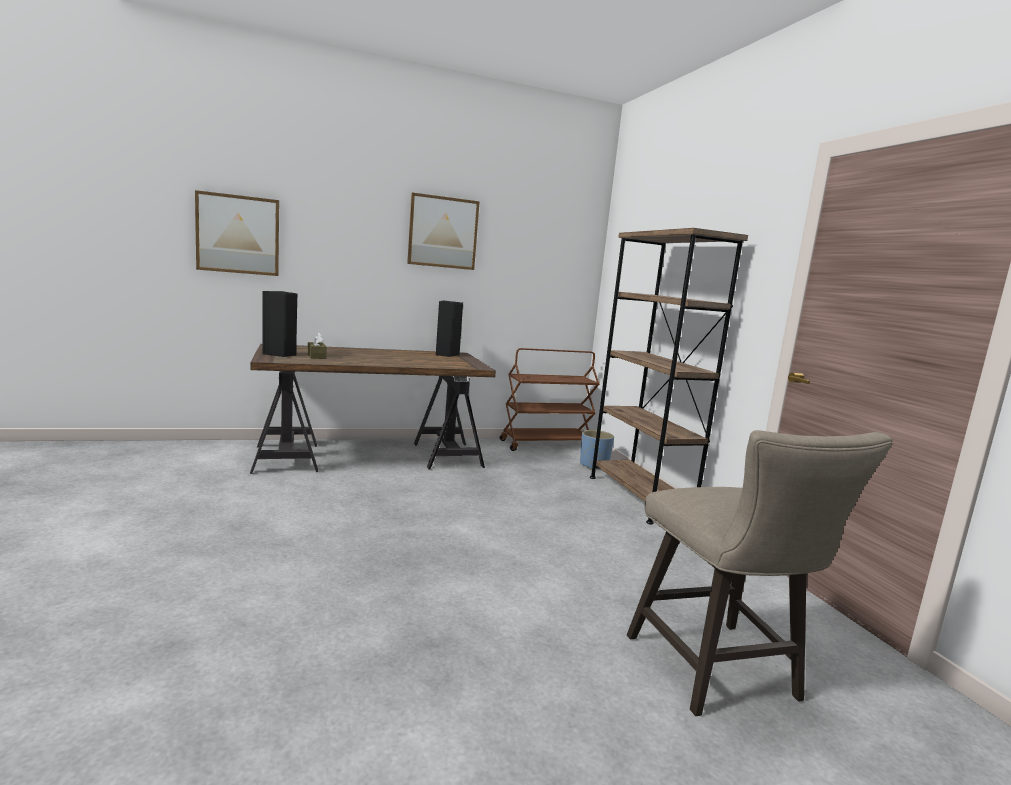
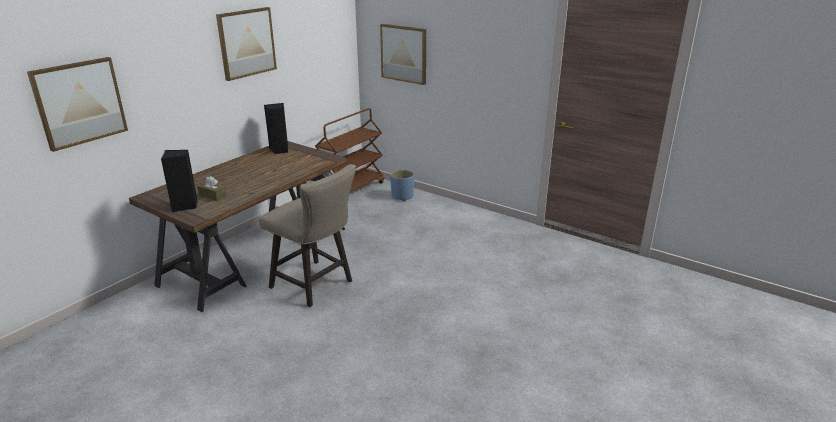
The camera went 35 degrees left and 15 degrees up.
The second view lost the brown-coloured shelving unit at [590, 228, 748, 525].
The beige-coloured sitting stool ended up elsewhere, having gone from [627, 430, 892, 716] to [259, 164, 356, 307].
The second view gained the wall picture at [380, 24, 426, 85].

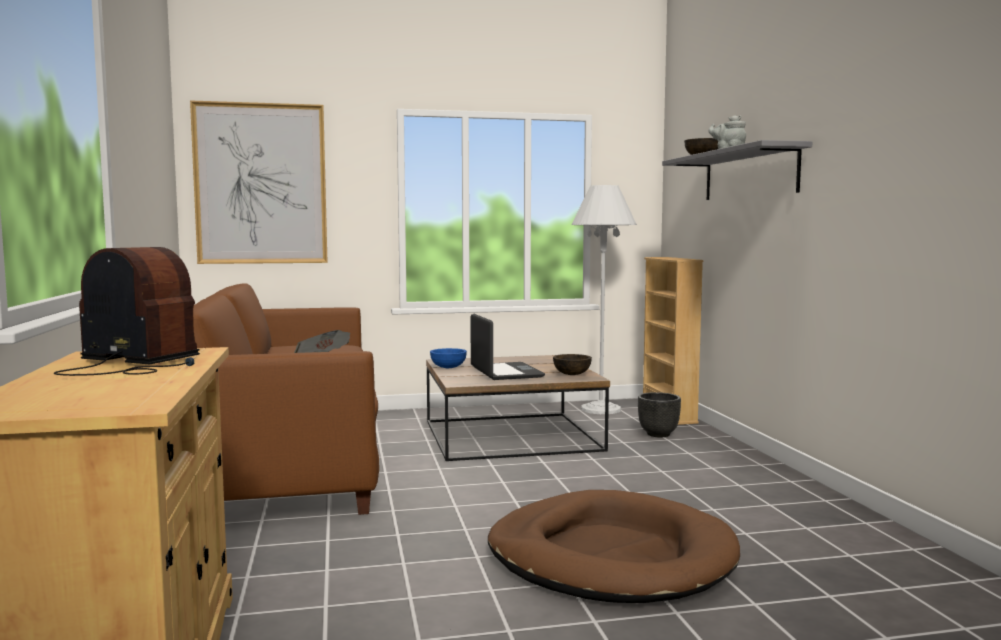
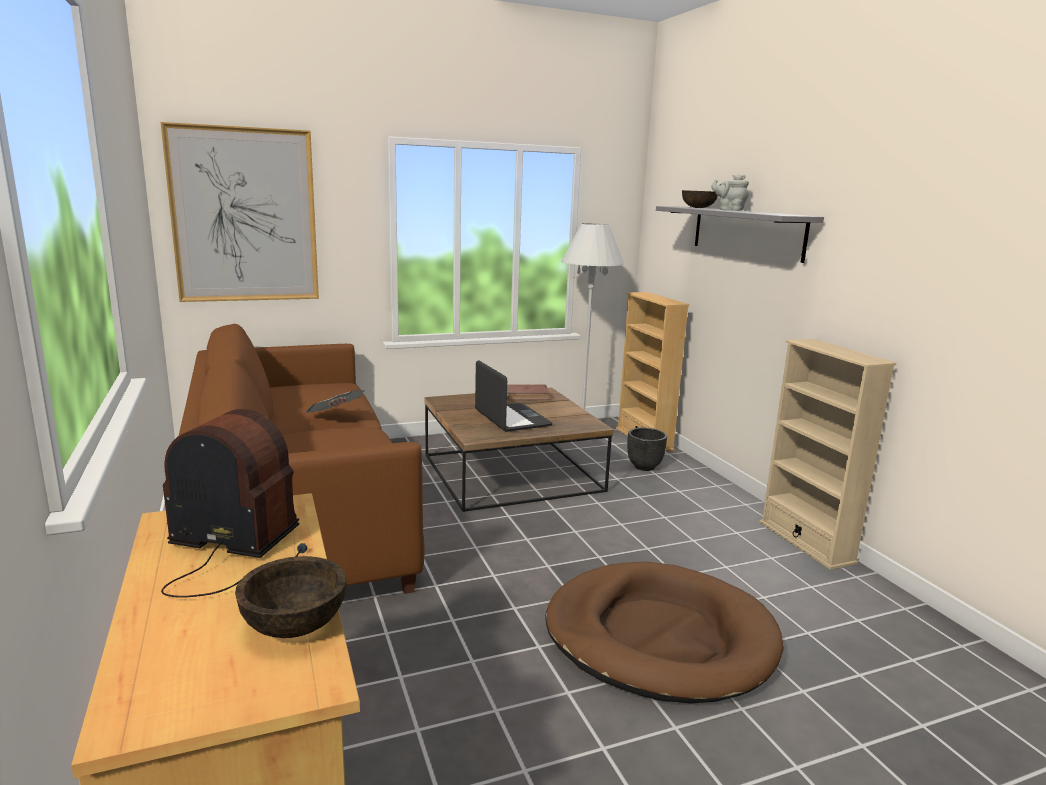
The camera went 10 degrees left and 10 degrees up.
The second view lost the bluish serving bowl at [430, 348, 467, 368].
The brown-coloured serving bowl ended up elsewhere, having gone from [553, 354, 592, 375] to [235, 556, 346, 638].
The second view gained the brown-coloured volume at [507, 384, 551, 400].
The second view gained the beige-coloured shelving unit at [759, 339, 896, 570].

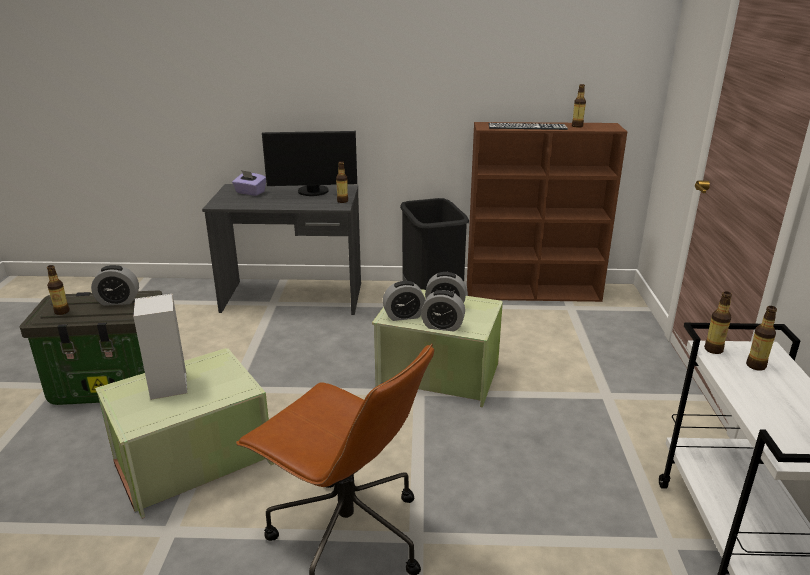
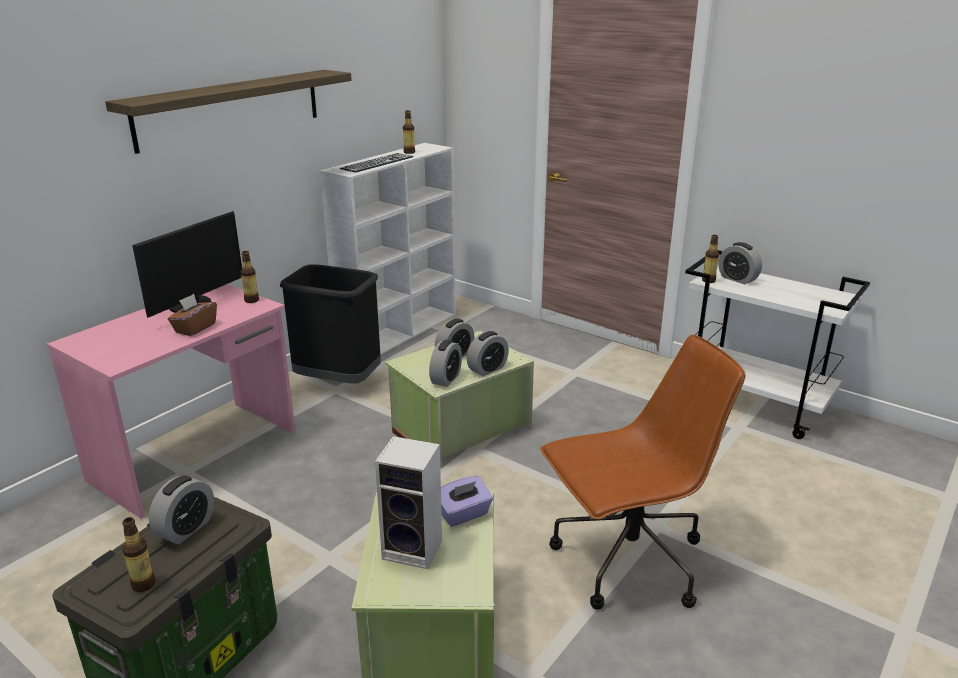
The camera went 55 degrees left and 0 degrees up.
What was the greyish desk at [202, 184, 361, 315] turned into the pink-coloured desk at [47, 284, 295, 519].
The purple tissue holder ended up elsewhere, having gone from [232, 170, 266, 196] to [441, 476, 493, 527].
What was the brown-coloured shelving unit at [467, 122, 627, 302] turned into the white-coloured shelving unit at [320, 143, 456, 355].
Where the drink bottle stood at [746, 306, 777, 371], the alarm clock came to stand at [718, 242, 762, 284].
The second view gained the bracket shelf at [105, 70, 352, 154].
The second view gained the brown-coloured tissue holder at [168, 294, 217, 336].

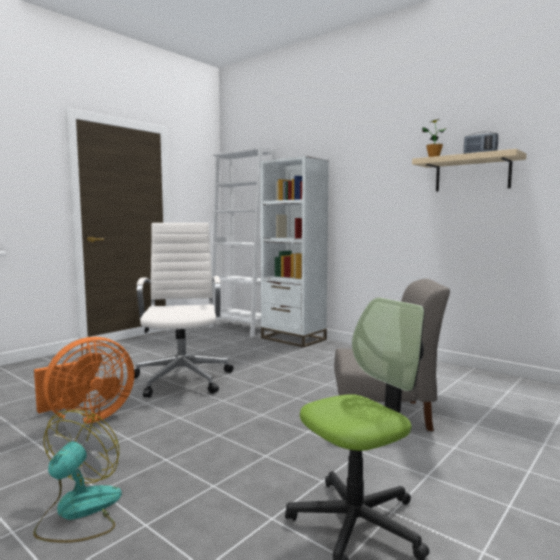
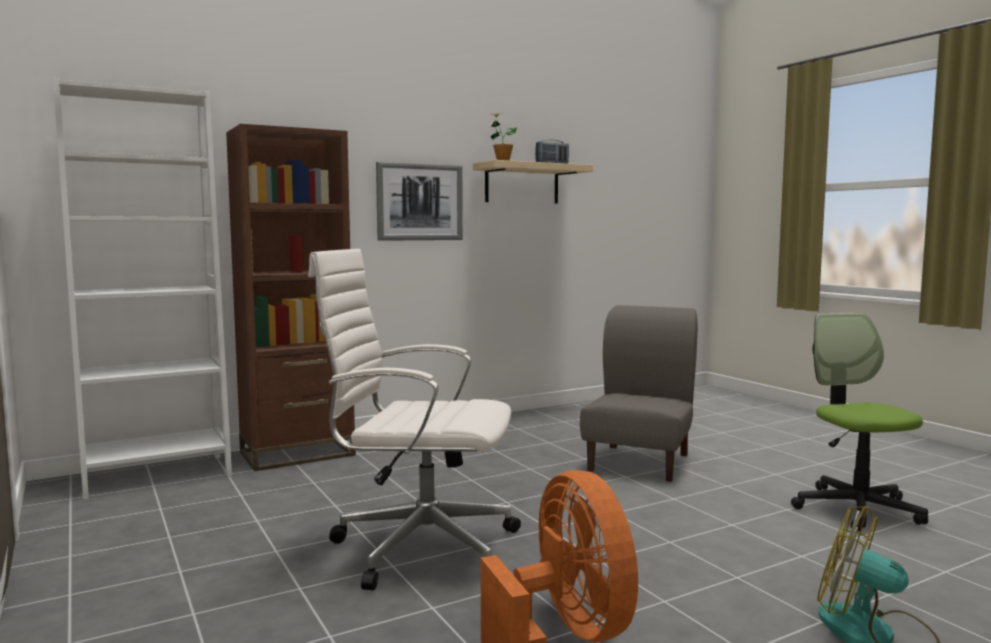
The camera went 70 degrees left and 0 degrees up.
What was the white-coloured shelving unit at [260, 156, 329, 348] turned into the brown-coloured shelving unit at [226, 124, 356, 471].
The second view gained the wall picture at [376, 162, 463, 241].

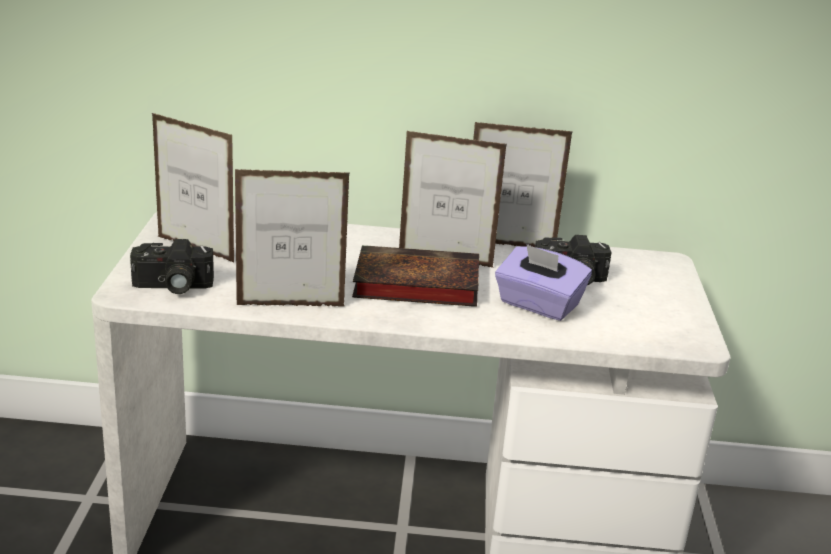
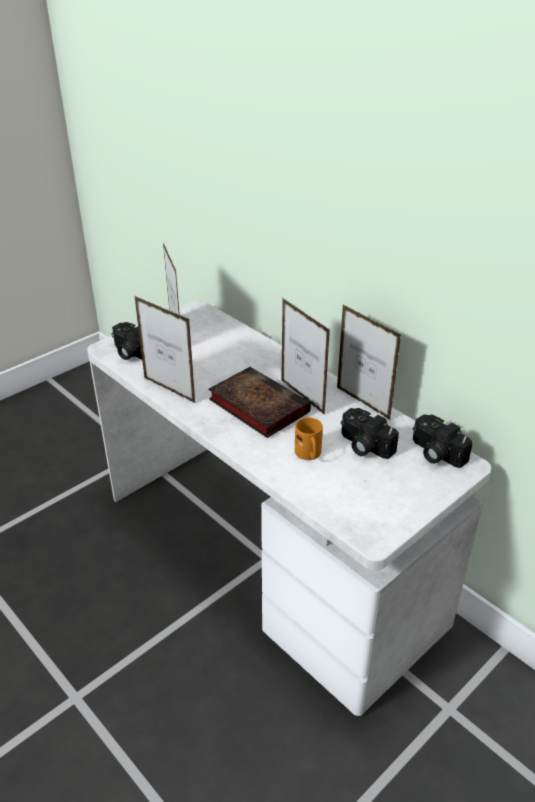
The camera went 45 degrees right and 10 degrees up.
Where the purple tissue holder stood at [495, 244, 592, 321], the orange-coloured coffee mug came to stand at [295, 417, 323, 460].
The second view gained the still camera at [413, 414, 473, 468].

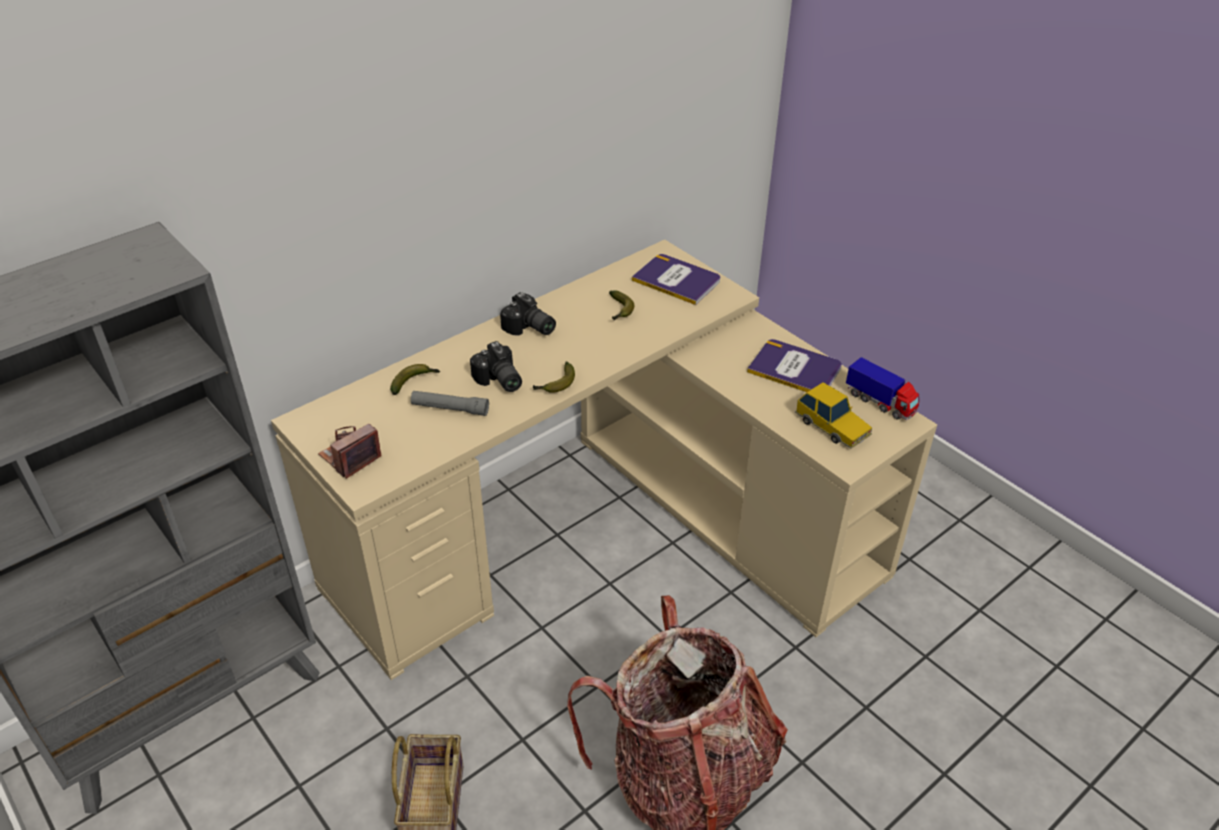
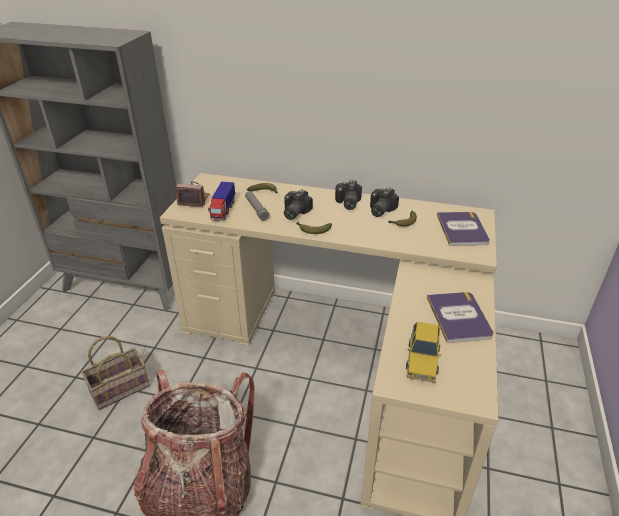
The camera went 55 degrees right and 5 degrees down.
The model truck ended up elsewhere, having gone from [846, 357, 919, 420] to [208, 181, 235, 221].
The second view gained the still camera at [370, 187, 399, 217].

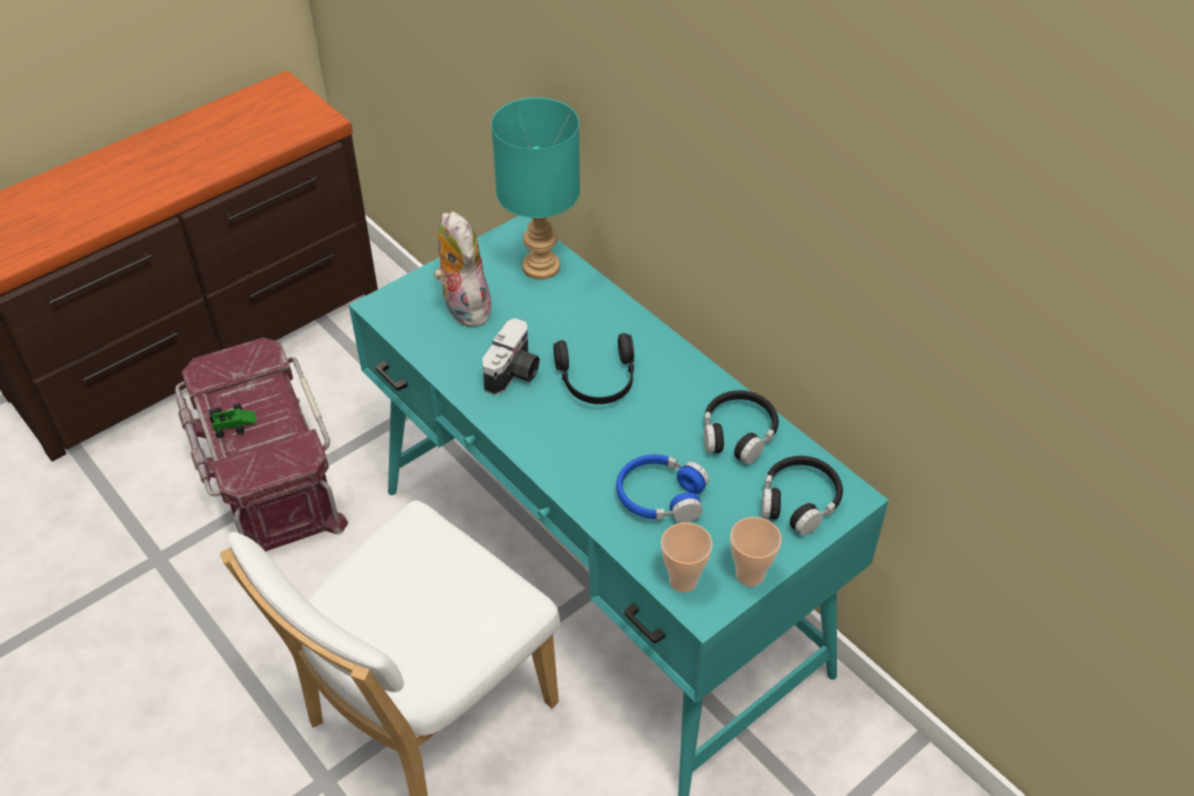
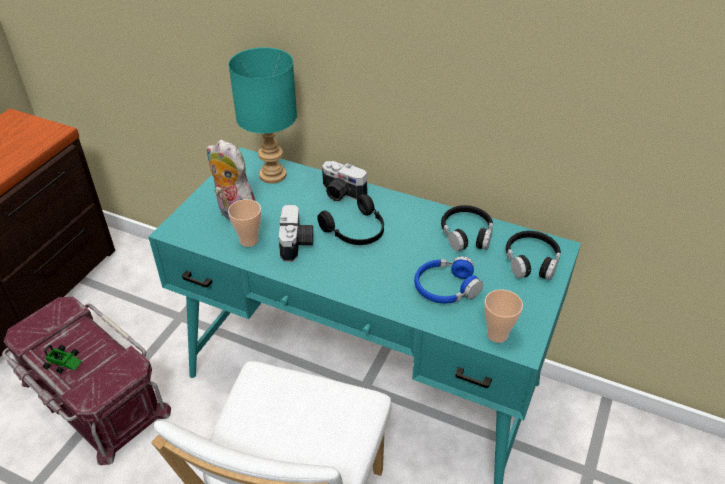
The camera went 25 degrees left and 5 degrees down.
The toy car at [209, 404, 257, 438] ended up facing another way, 60 degrees clockwise from before.
The cup ended up elsewhere, having gone from [730, 517, 782, 587] to [228, 199, 261, 247].
The second view gained the still camera at [322, 161, 367, 201].

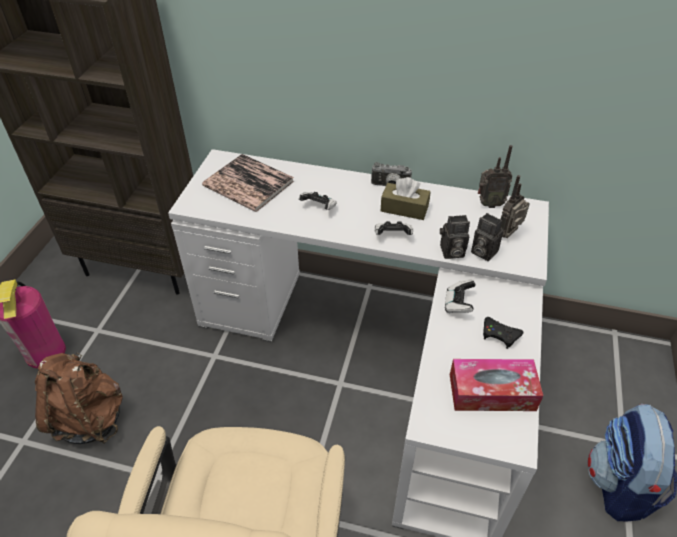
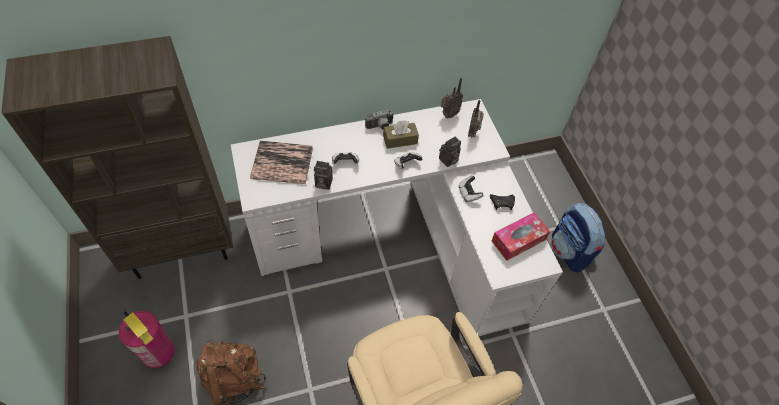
The camera went 35 degrees left and 10 degrees up.
The still camera ended up elsewhere, having gone from [471, 213, 504, 261] to [314, 161, 333, 190].

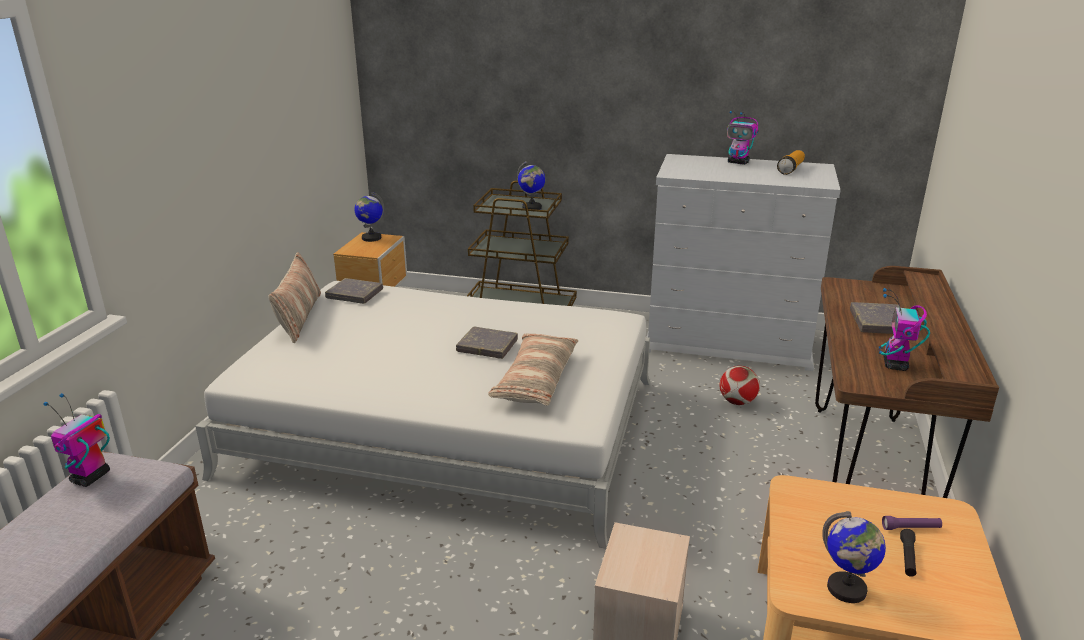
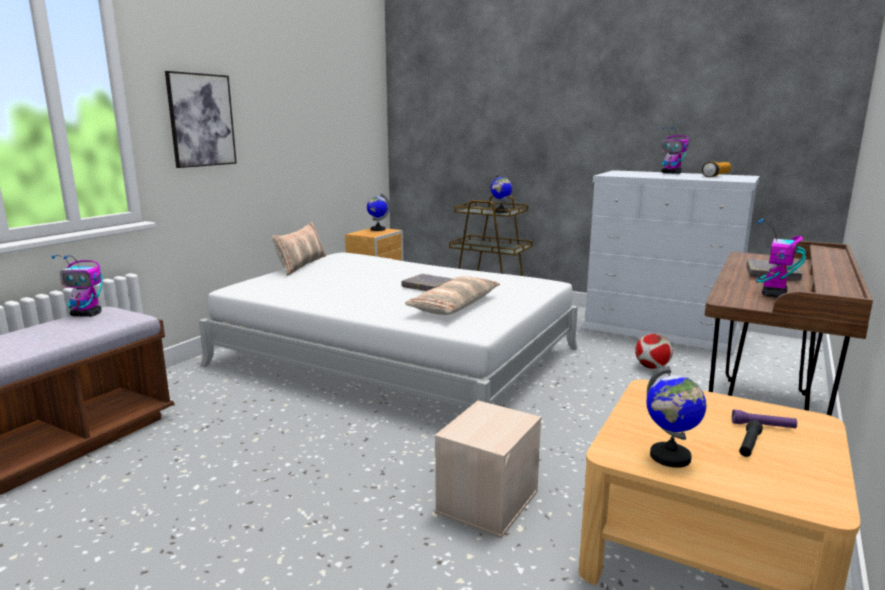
The camera went 15 degrees right and 10 degrees down.
The robot figure at [43, 393, 110, 487] ended up facing another way, 120 degrees counterclockwise from before.
The second view lost the greyish volume at [325, 278, 383, 304].
The second view gained the wall picture at [165, 71, 237, 168].

